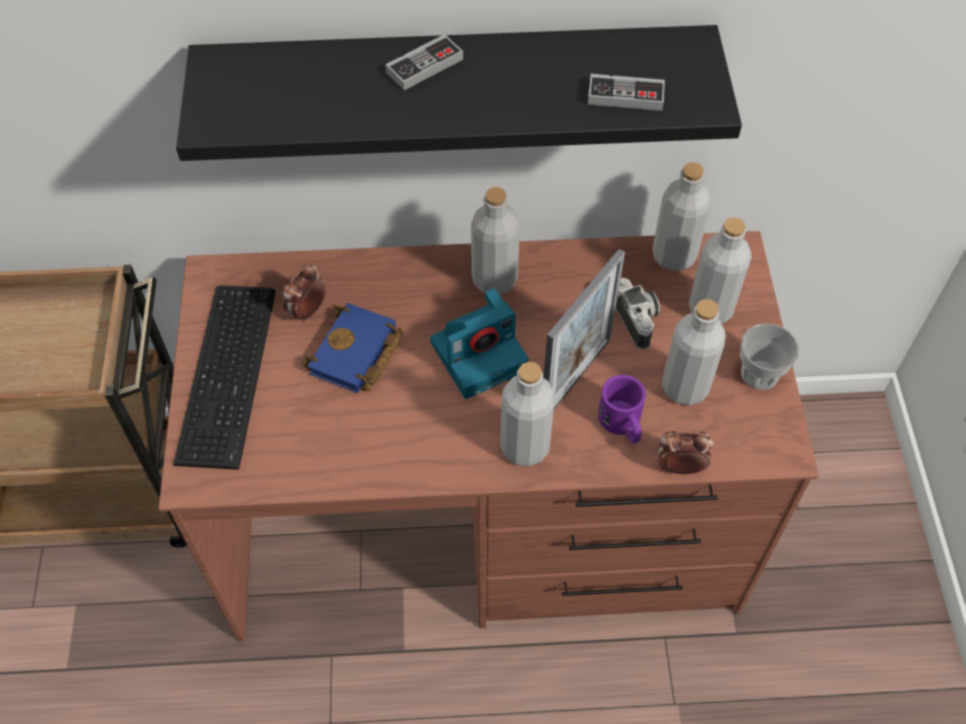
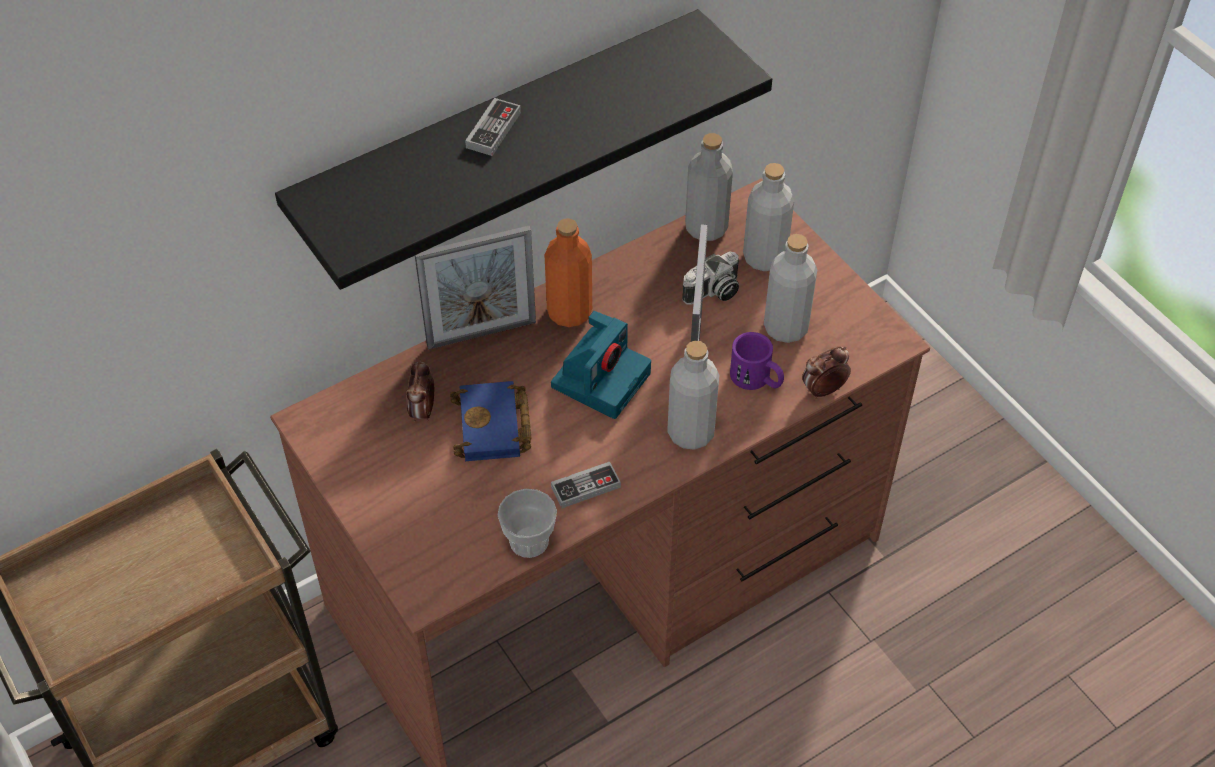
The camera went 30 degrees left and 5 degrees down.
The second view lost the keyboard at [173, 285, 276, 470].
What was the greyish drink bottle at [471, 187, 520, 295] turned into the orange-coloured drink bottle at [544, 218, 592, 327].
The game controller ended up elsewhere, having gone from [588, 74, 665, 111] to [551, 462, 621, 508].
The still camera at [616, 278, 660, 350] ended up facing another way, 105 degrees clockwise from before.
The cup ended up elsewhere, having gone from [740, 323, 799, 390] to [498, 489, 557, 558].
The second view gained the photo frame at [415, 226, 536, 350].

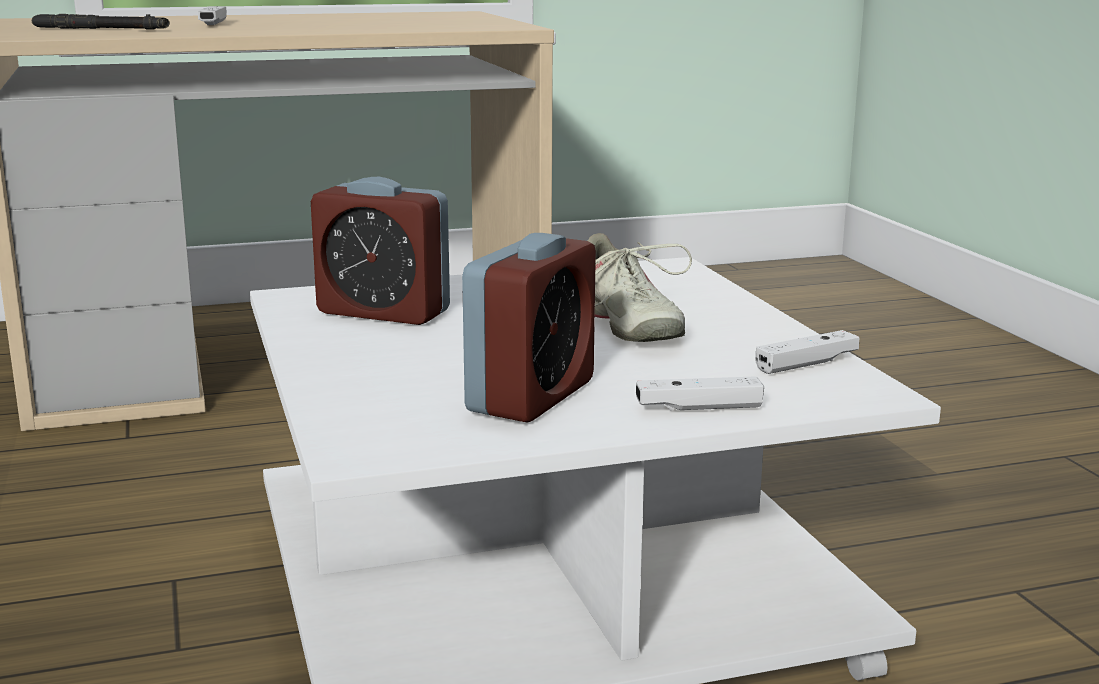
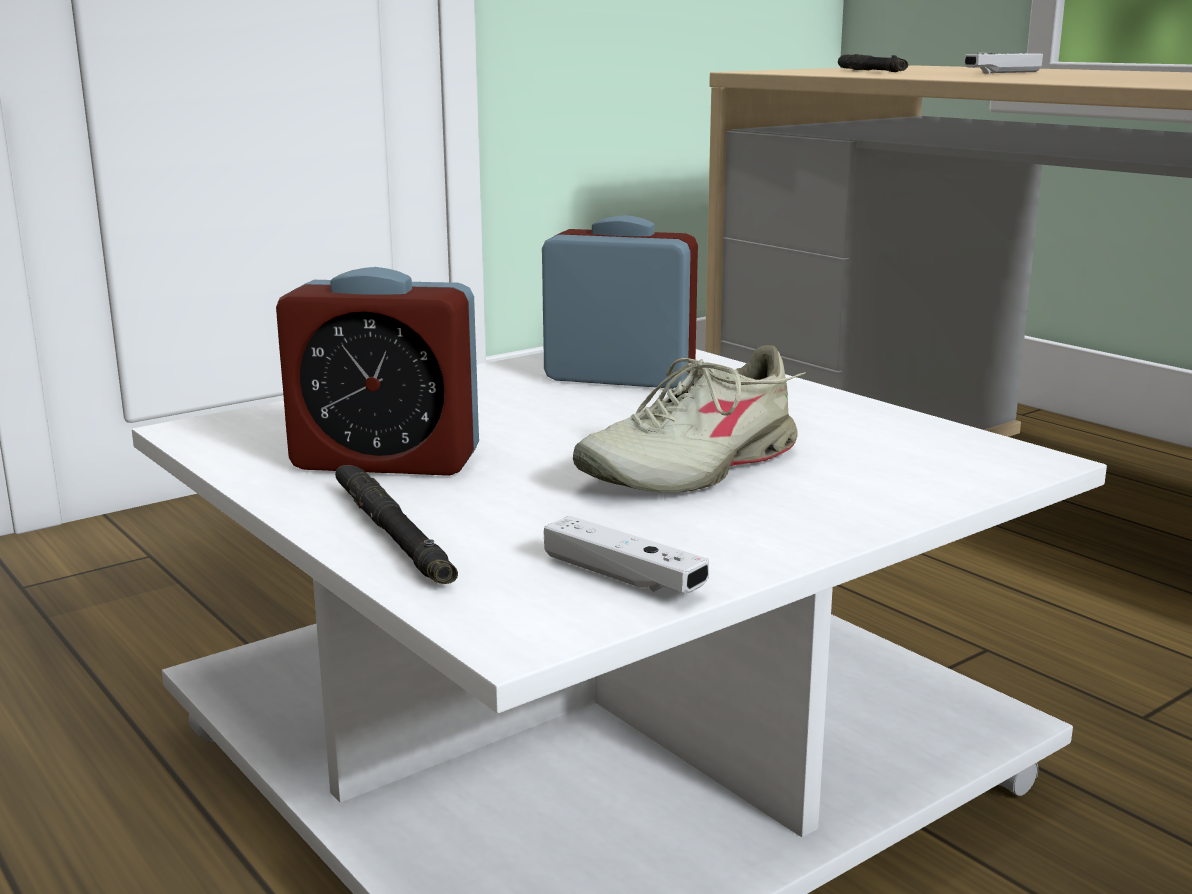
The camera went 70 degrees right and 0 degrees up.
The alarm clock at [311, 177, 450, 325] ended up facing another way, 105 degrees clockwise from before.
Where the white-coloured game controller stood at [636, 376, 764, 411], the blackish torch came to stand at [335, 465, 458, 584].

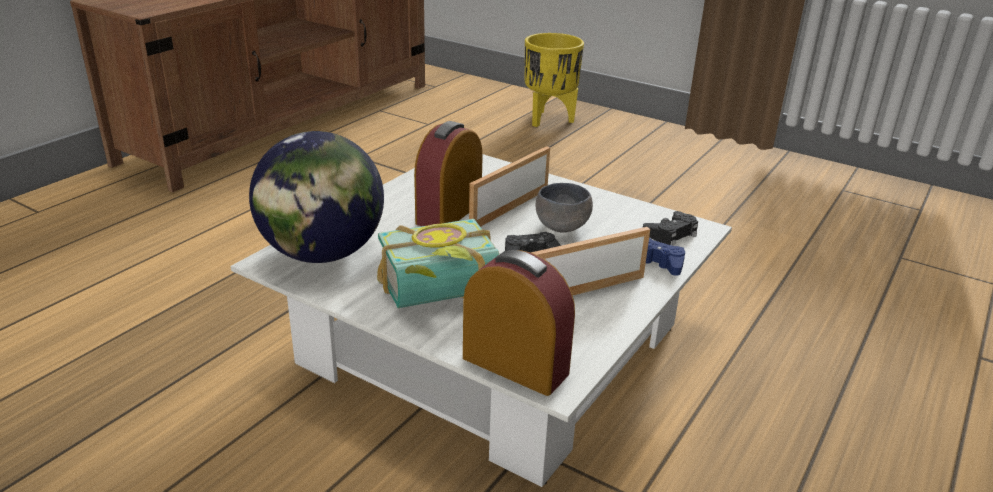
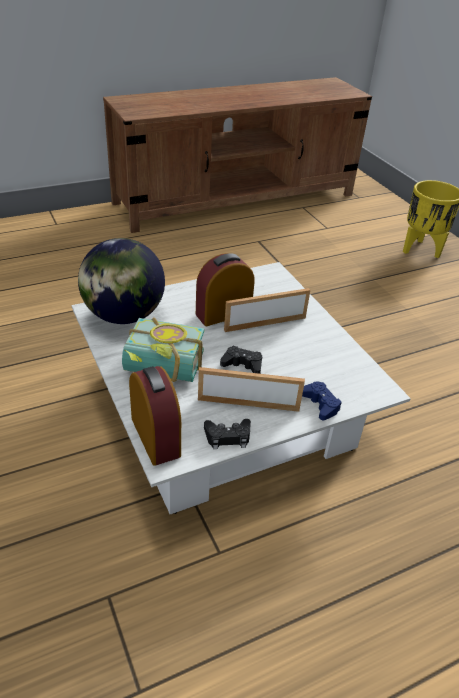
The camera went 30 degrees right and 10 degrees up.
The second view lost the greyish serving bowl at [536, 183, 593, 233].
The blackish game controller ended up elsewhere, having gone from [643, 211, 698, 246] to [204, 419, 251, 449].

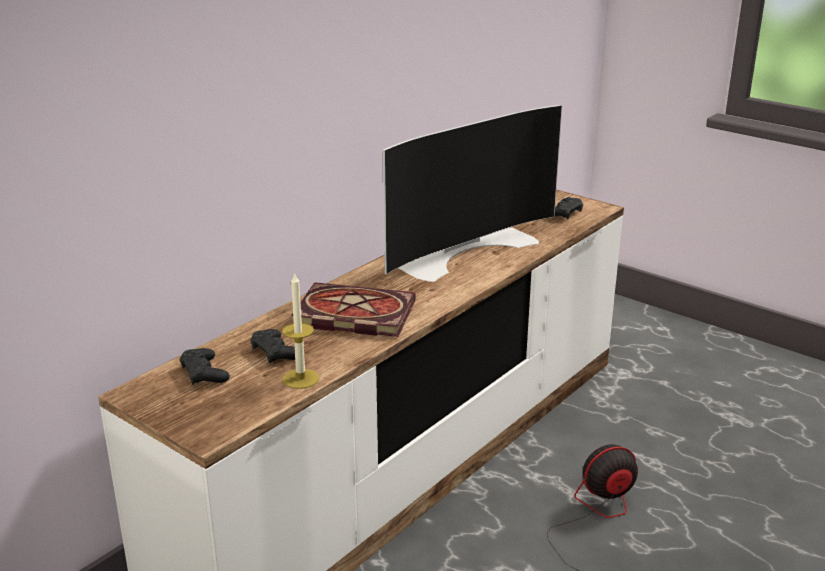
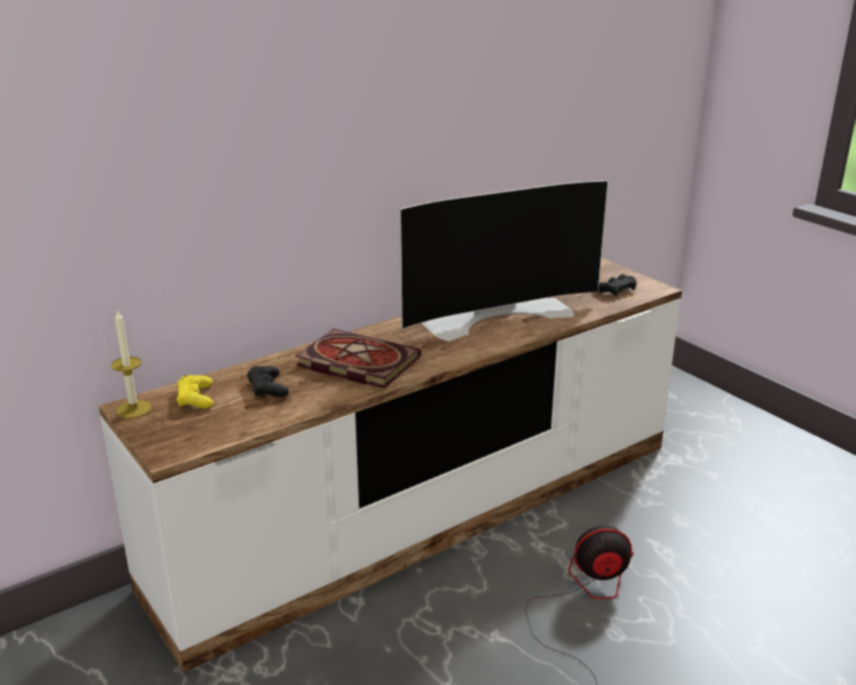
The camera went 15 degrees right and 0 degrees up.
What was the blackish game controller at [179, 348, 230, 385] turned into the yellow game controller at [177, 375, 213, 408].
The wax candle ended up elsewhere, having gone from [282, 272, 319, 389] to [111, 309, 151, 418].

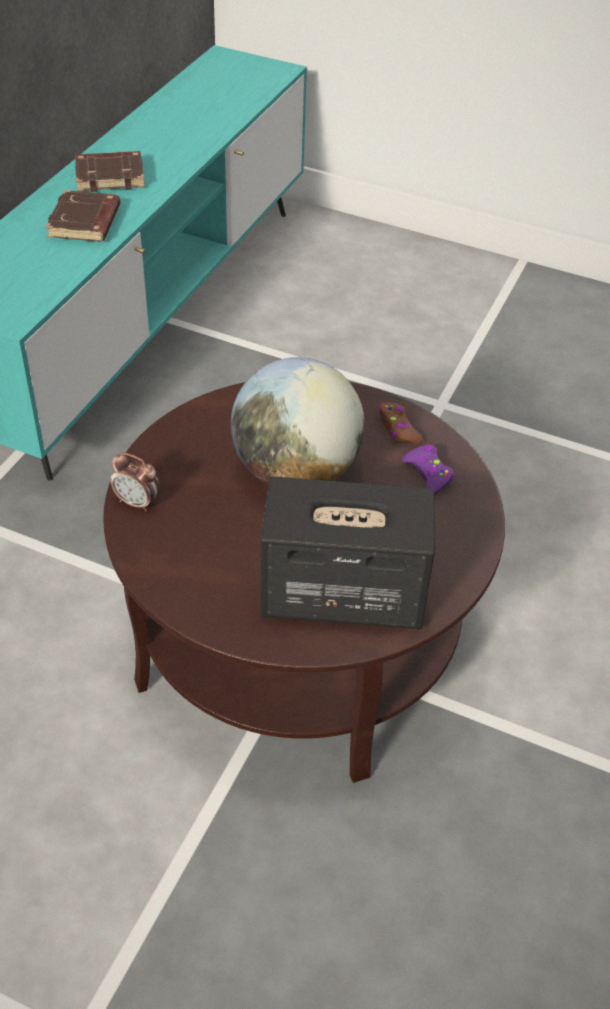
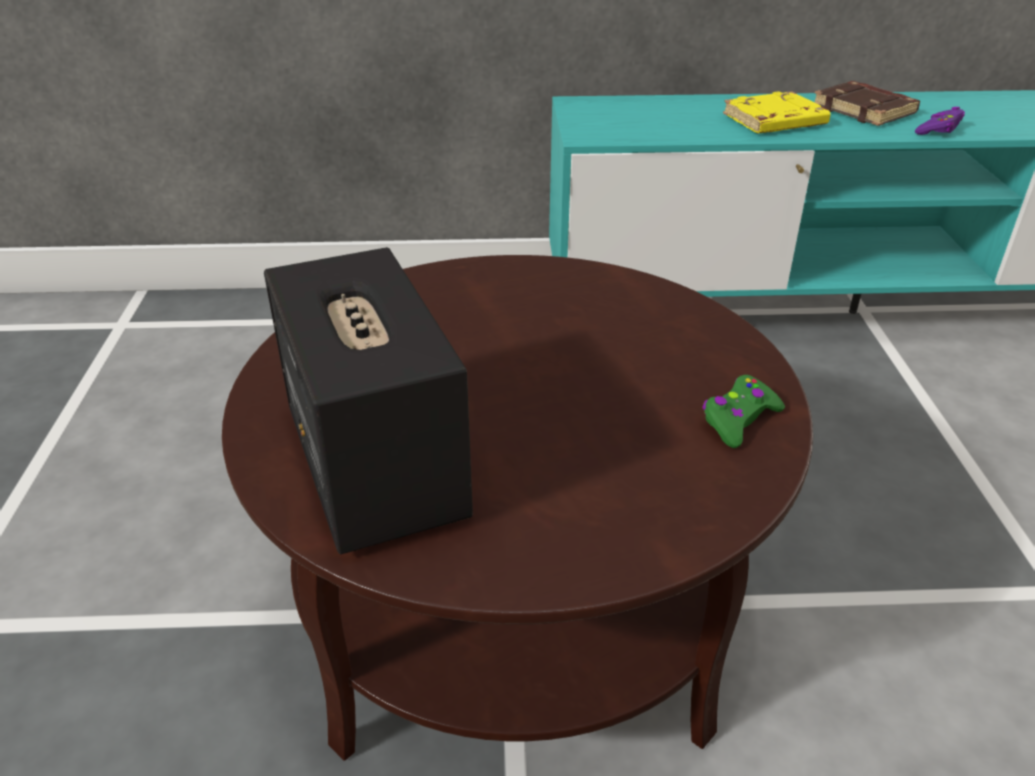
The camera went 65 degrees right and 10 degrees down.
What was the brown-coloured volume at [46, 190, 120, 242] turned into the yellow volume at [723, 91, 831, 133].
The second view lost the alarm clock at [110, 453, 160, 512].
The second view lost the world globe at [231, 357, 365, 485].
What was the brown-coloured game controller at [379, 402, 423, 444] turned into the greenish game controller at [702, 375, 785, 448].
The purple game controller ended up elsewhere, having gone from [402, 445, 454, 496] to [915, 107, 965, 135].

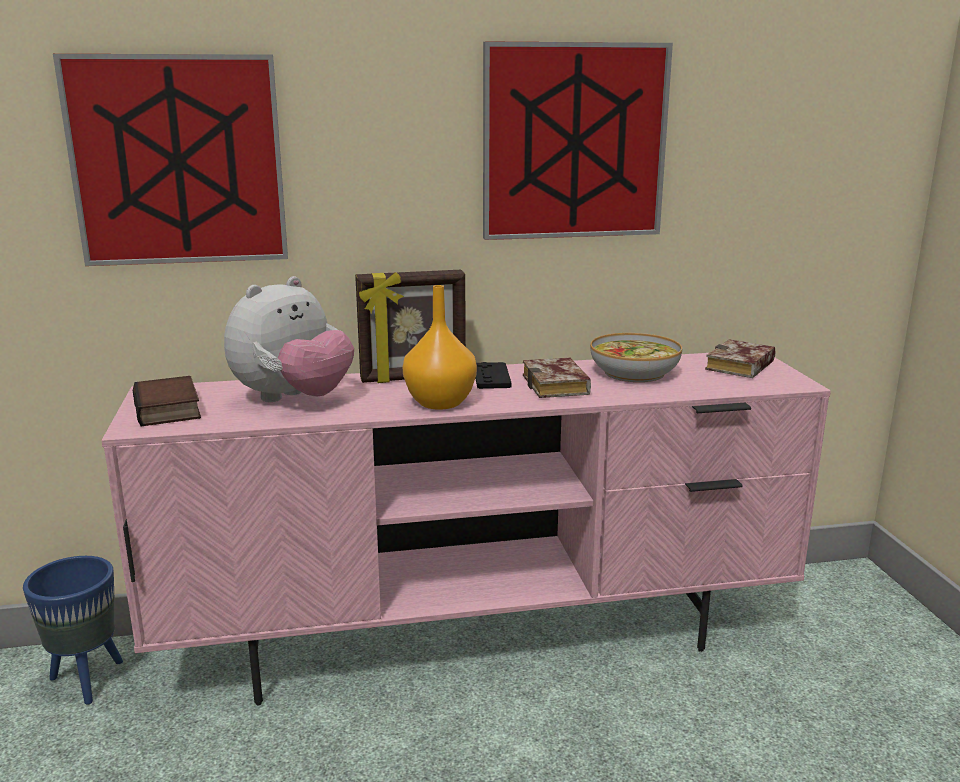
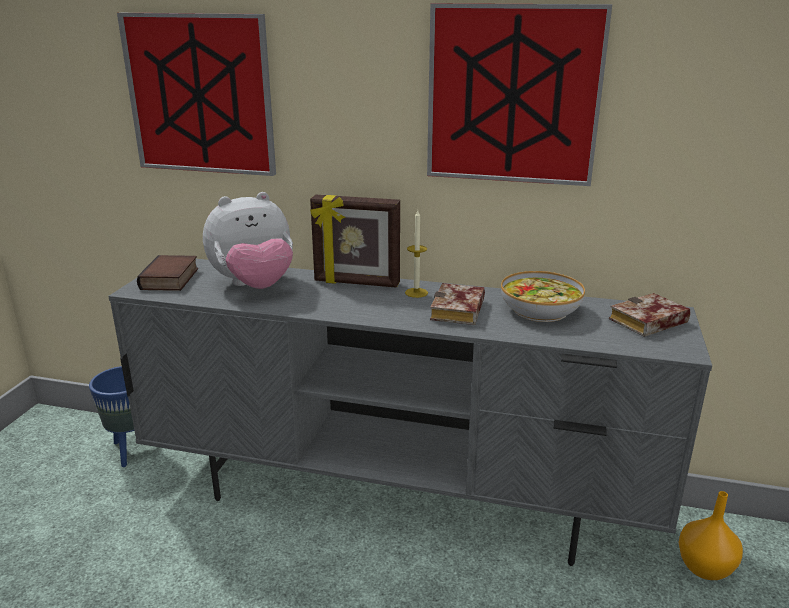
The camera went 25 degrees right and 5 degrees up.
What was the pink-coloured tv unit at [101, 353, 831, 706] turned into the greyish tv unit at [108, 259, 712, 566].
The orange-coloured vase ended up elsewhere, having gone from [403, 285, 477, 410] to [679, 491, 743, 580].
Where the blackish game controller stood at [475, 362, 511, 389], the wax candle came to stand at [405, 210, 428, 298].

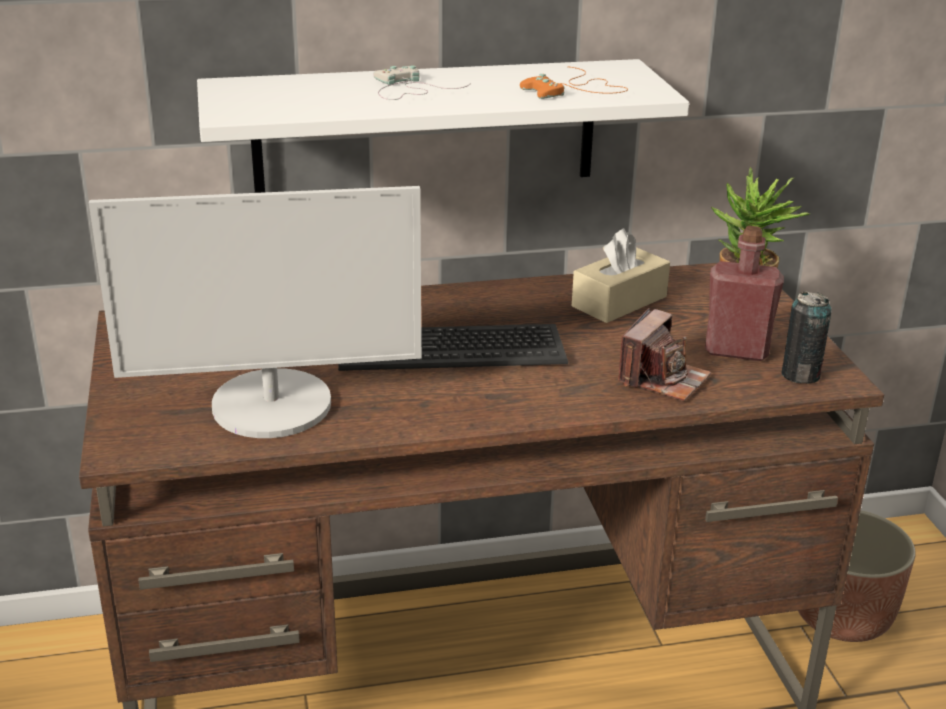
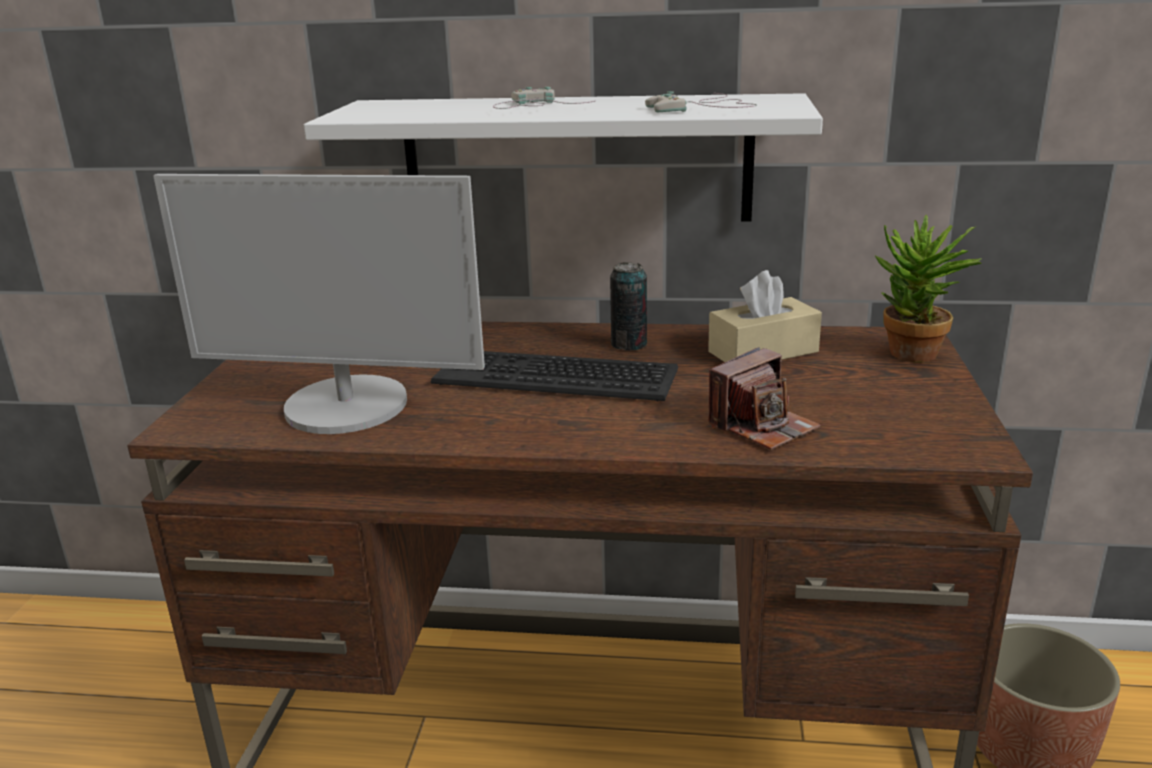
The camera went 20 degrees right and 5 degrees down.
What was the orange-coloured game controller at [520, 66, 628, 99] turned into the white-coloured game controller at [645, 91, 757, 112].
The second view lost the reddish drink bottle at [705, 226, 784, 361].
The metal can ended up elsewhere, having gone from [782, 291, 832, 384] to [610, 262, 647, 350].

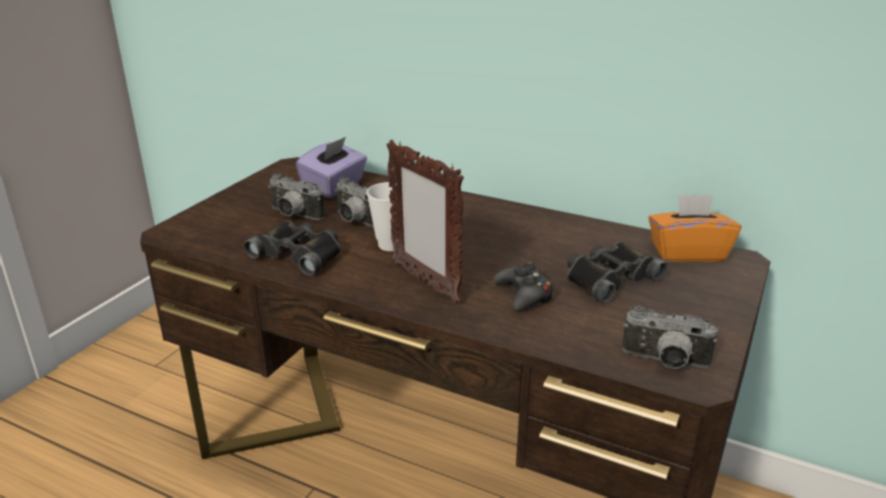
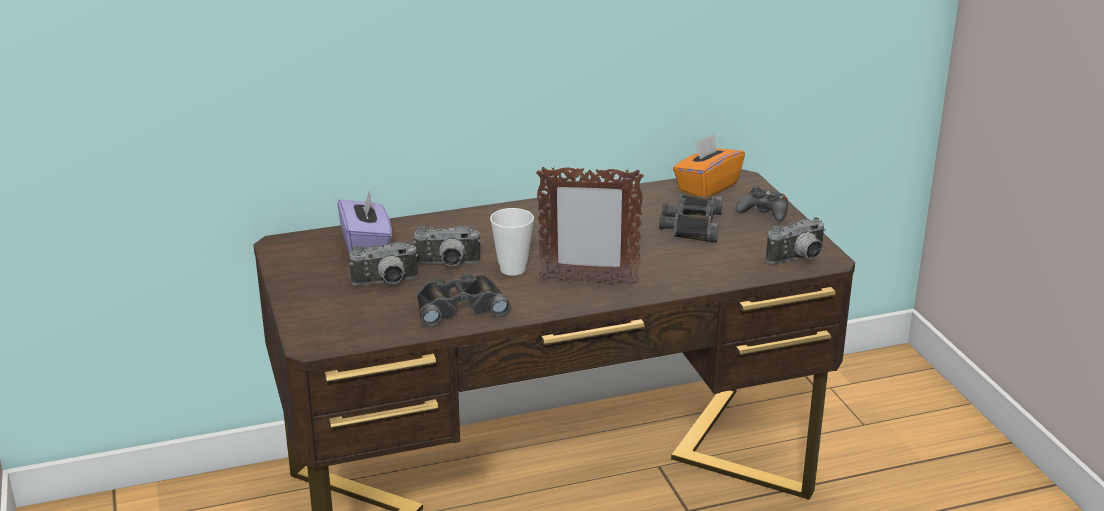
The camera went 45 degrees left and 0 degrees up.
The blackish game controller ended up elsewhere, having gone from [494, 261, 553, 311] to [736, 186, 788, 222].

